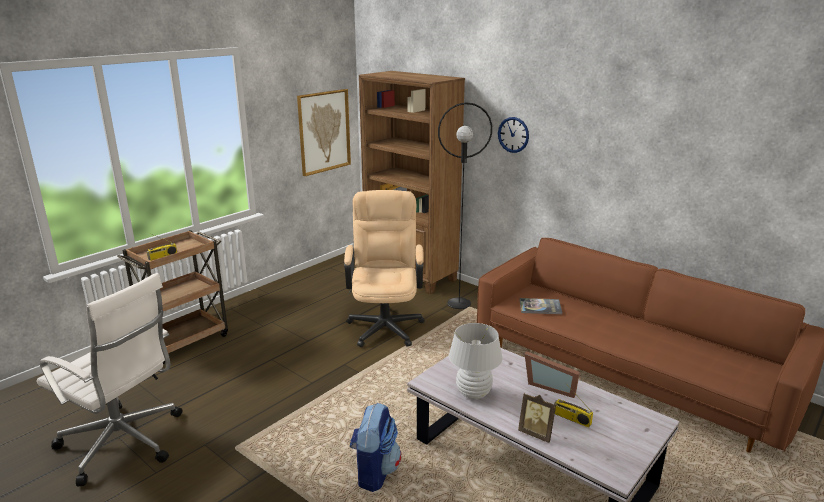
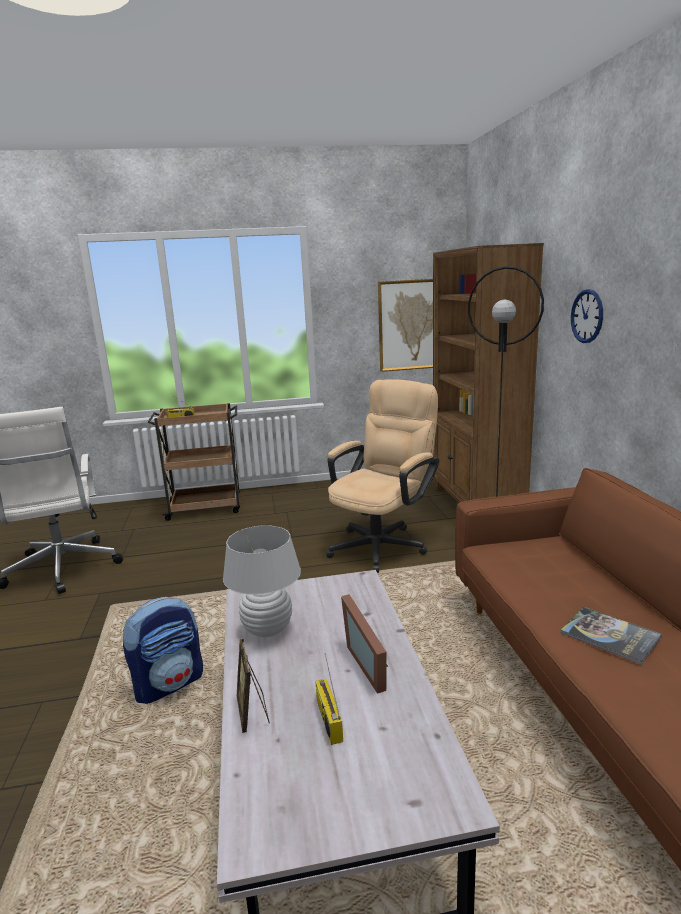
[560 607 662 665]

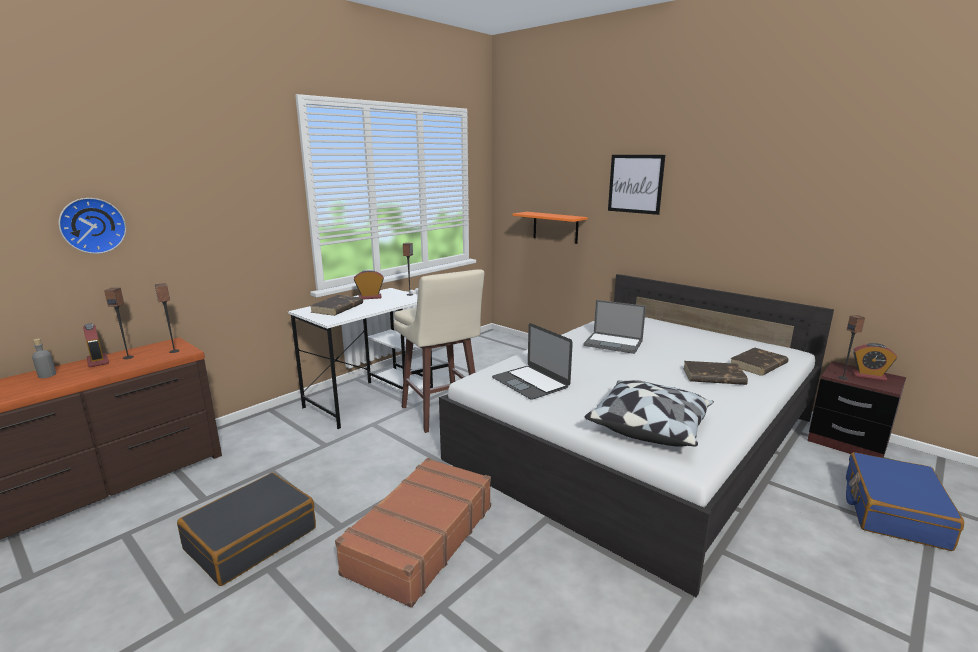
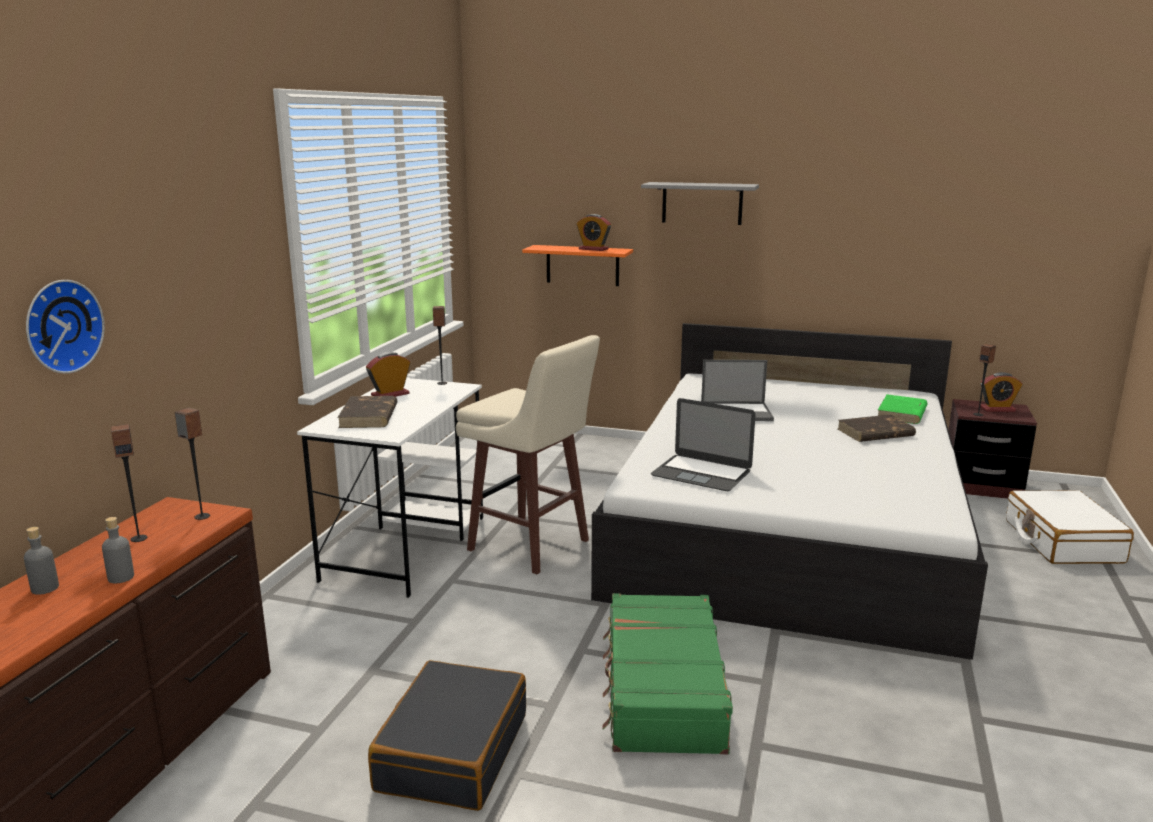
[102 517 134 583]
[577 214 611 251]
[602 593 733 754]
[641 182 759 225]
[878 394 928 424]
[1006 490 1134 564]
[584 380 714 447] (first image)

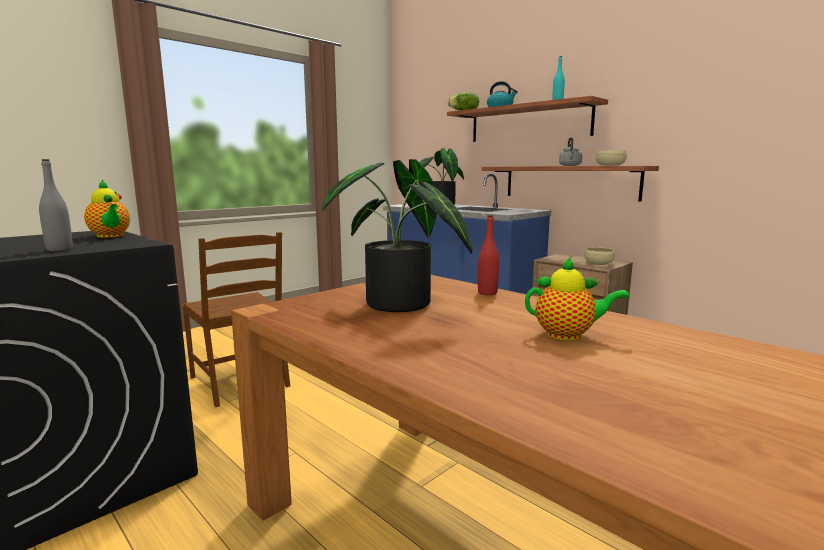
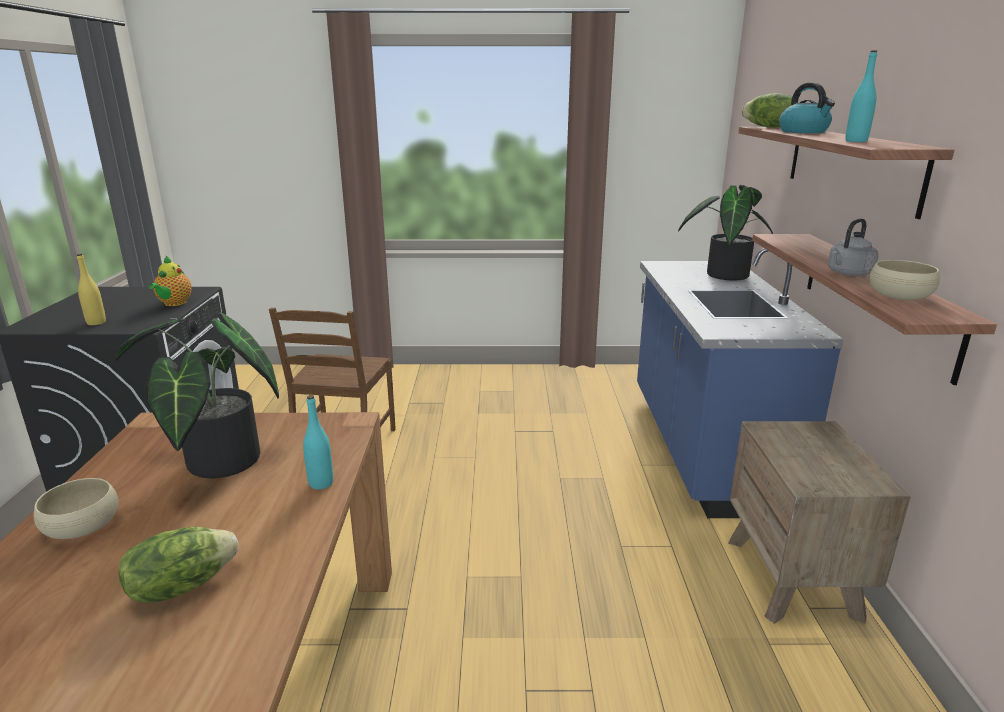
[34 478 118 539]
[77 254 106 325]
[118 527 238 603]
[303 395 333 489]

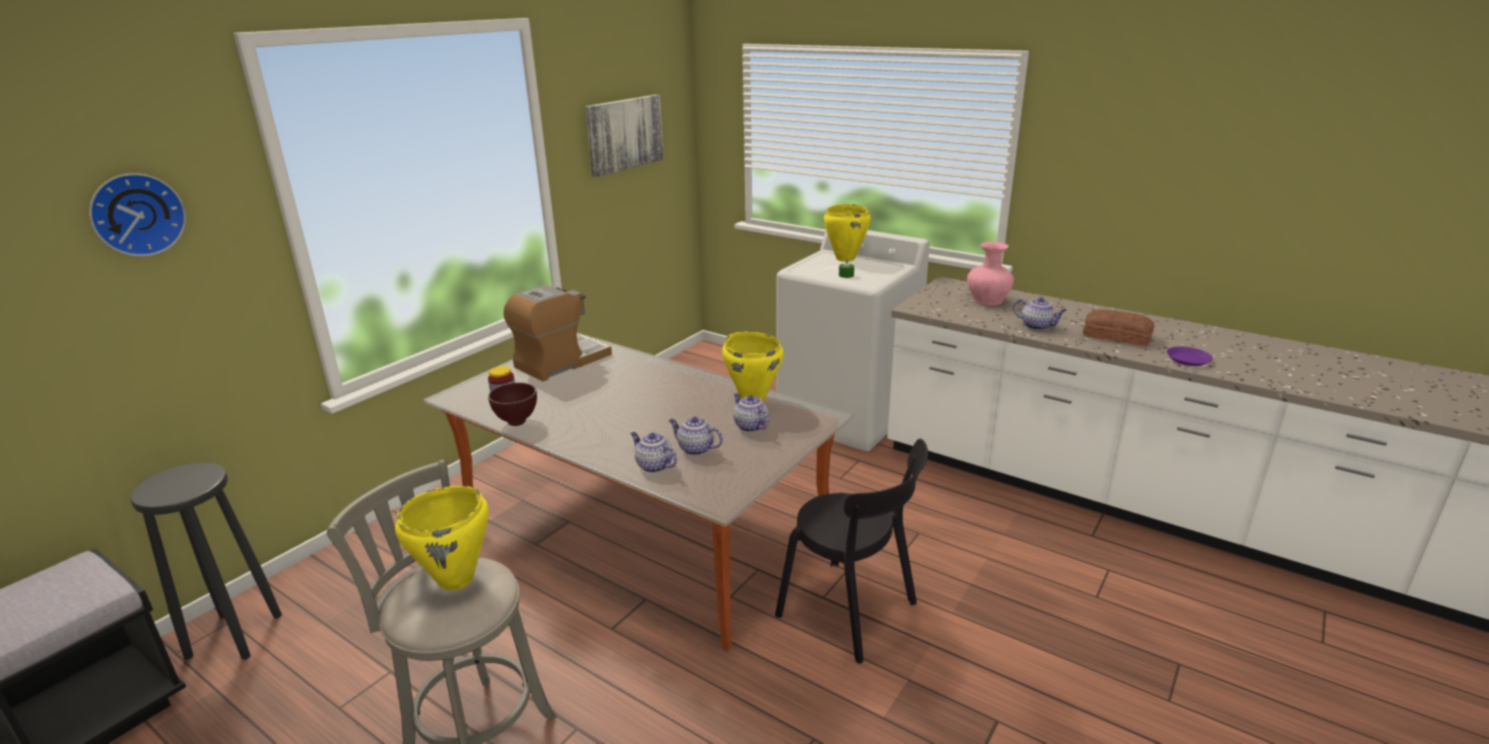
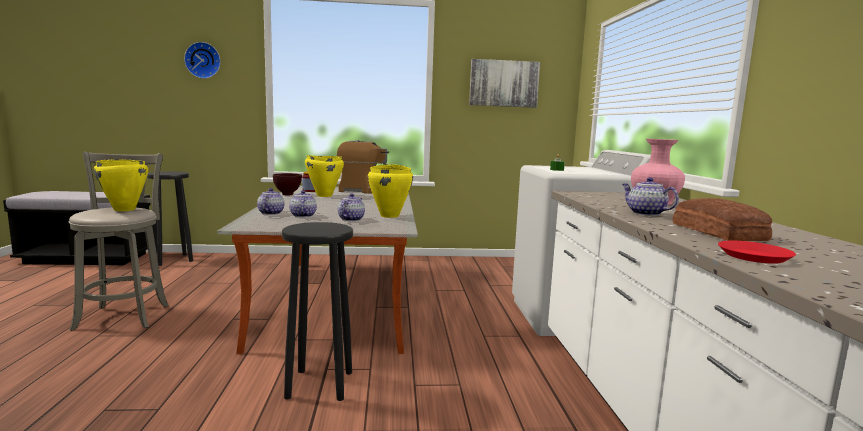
[282 222 353 401]
[305 155 344 197]
[622 177 679 216]
[718 241 796 264]

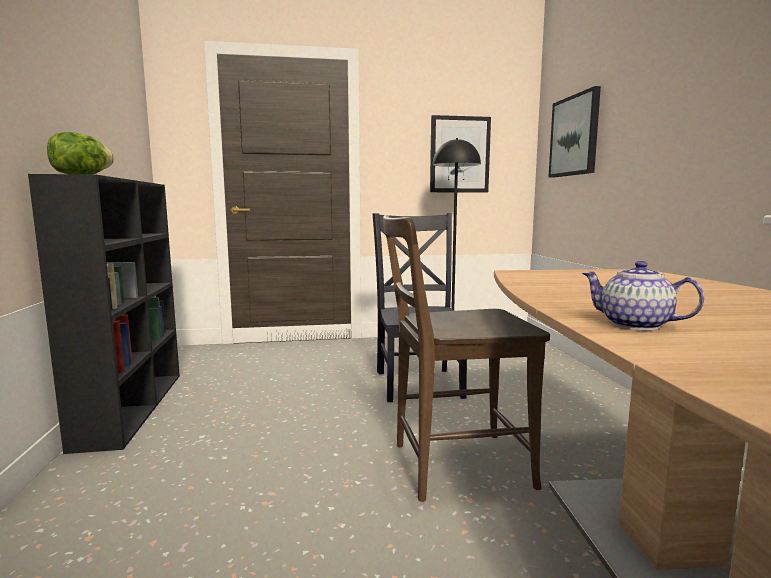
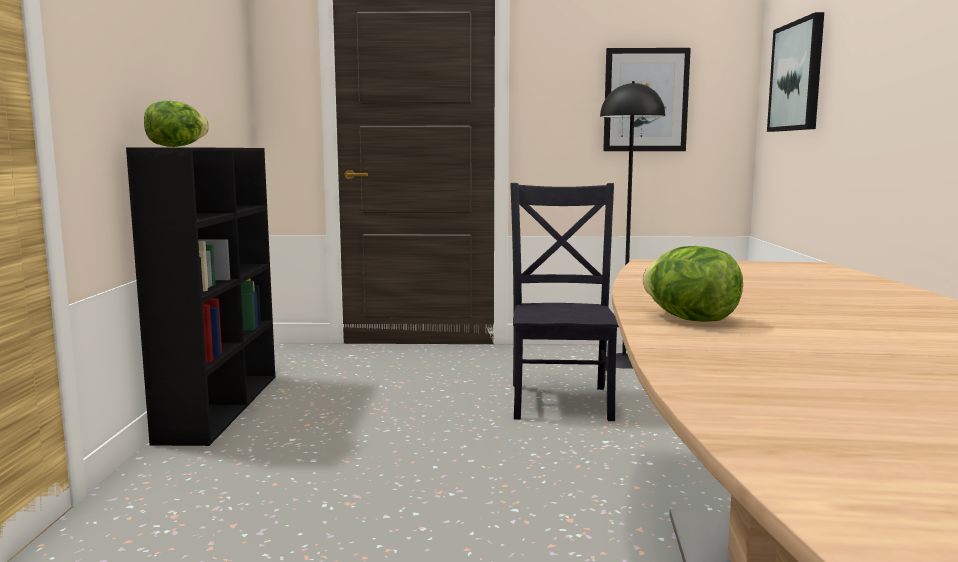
[642 246 743 322]
[383 215 550 502] (first image)

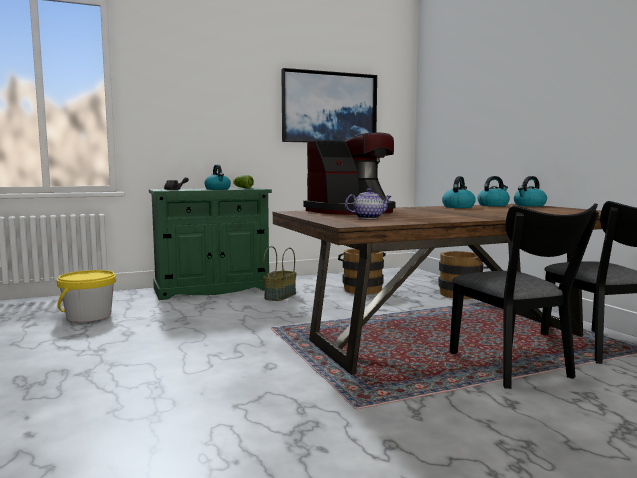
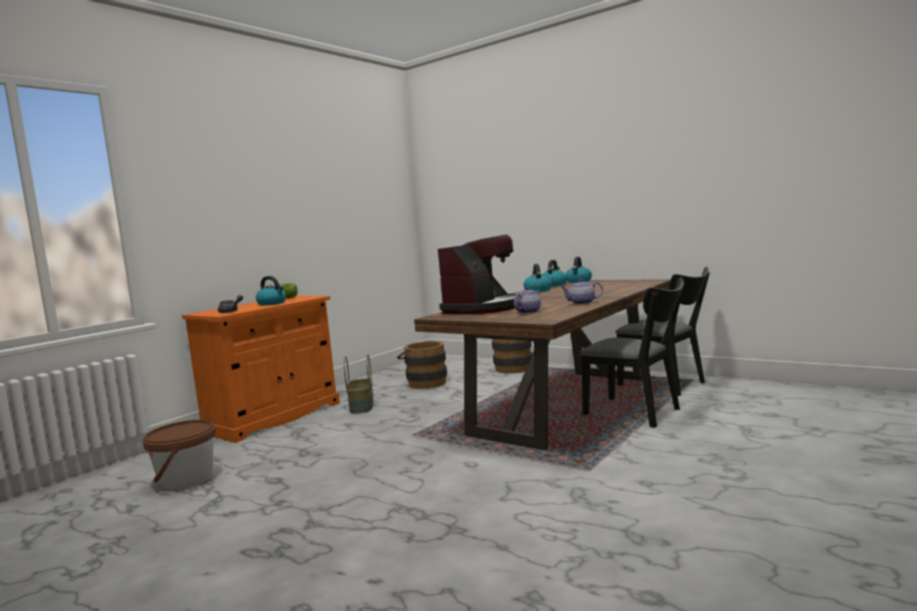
[143 420 216 490]
[182 296 340 443]
[561 279 603 304]
[281 68 377 142] (first image)

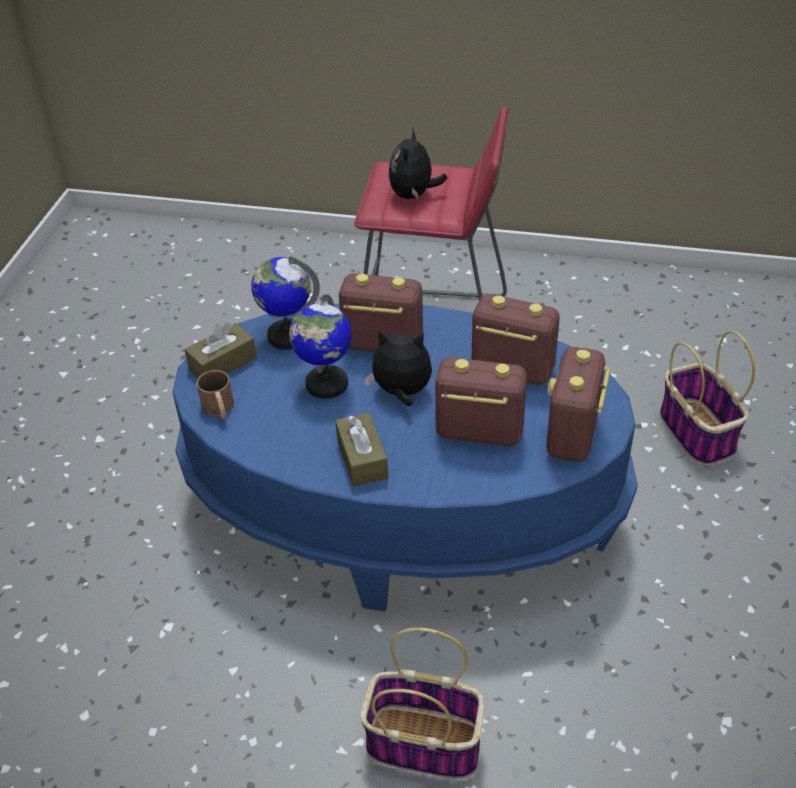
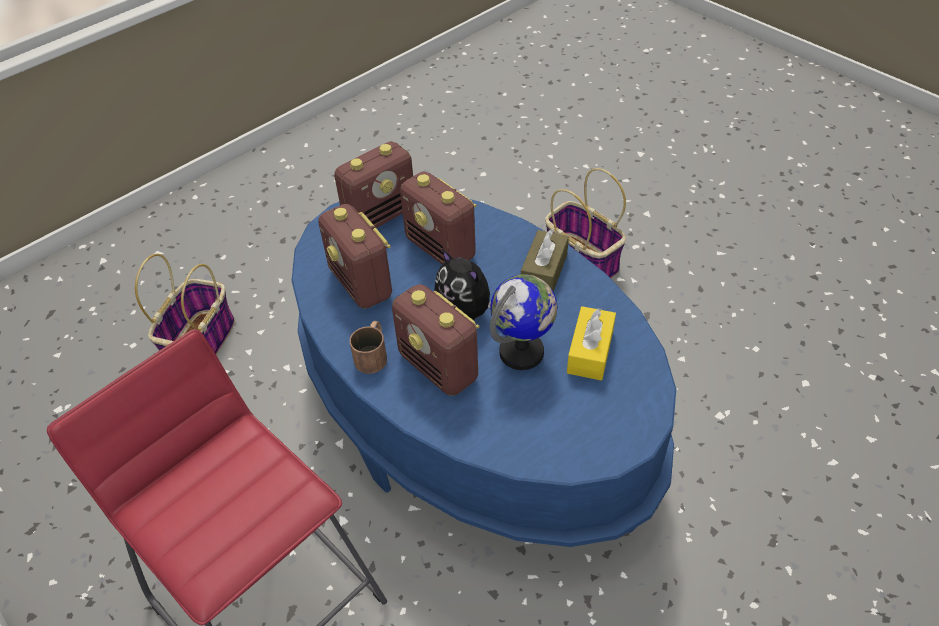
[350 321 387 374]
[567 306 616 381]
[184 322 257 378] (first image)
[251 256 320 349] (first image)
[388 127 447 199] (first image)

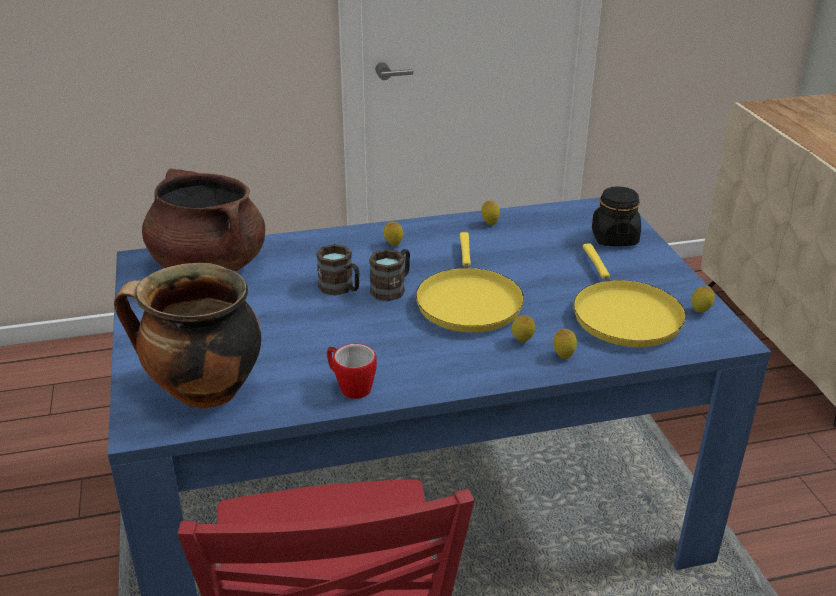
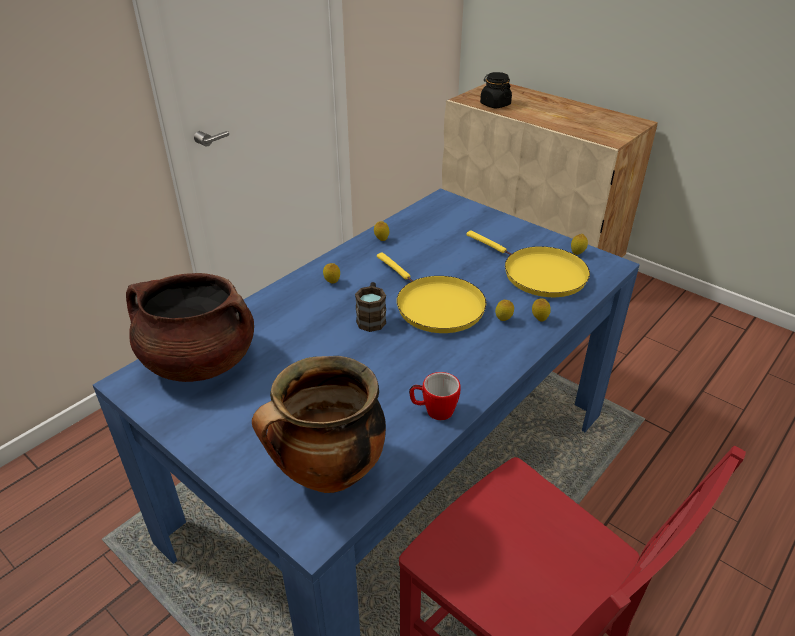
[480 72 512 108]
[316 244 359 296] (first image)

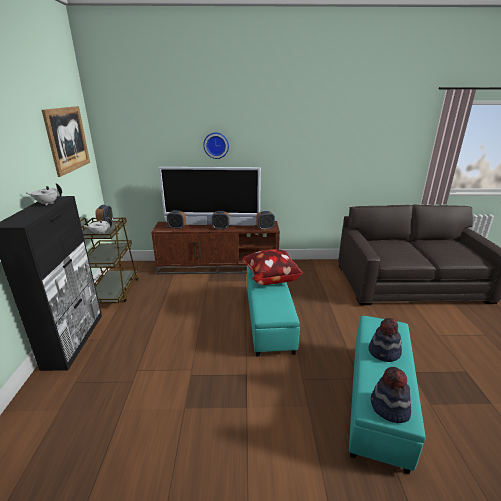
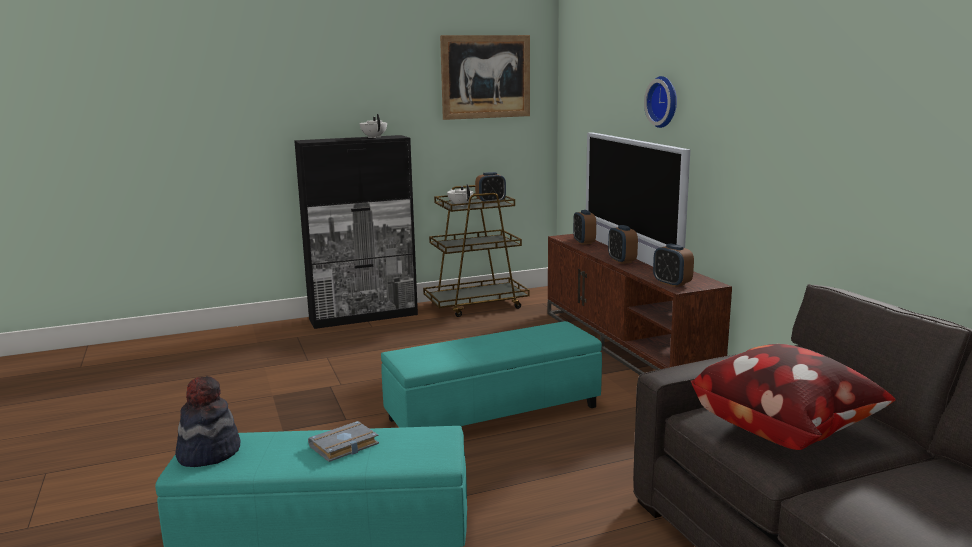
[308 421 379 462]
[690 344 895 450]

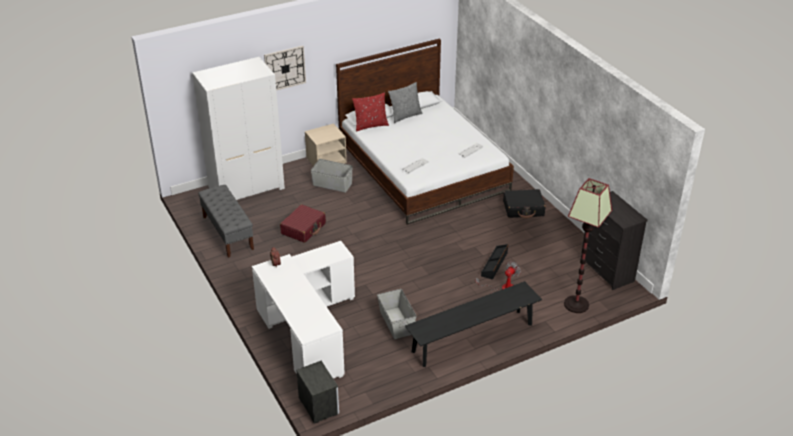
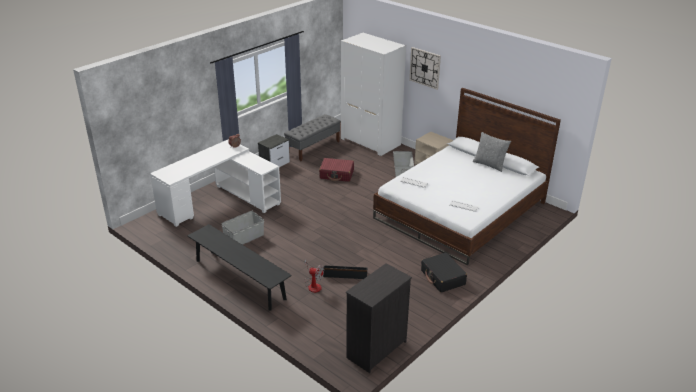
[258 134 290 167]
[352 92 389 131] (first image)
[564 178 612 313] (first image)

